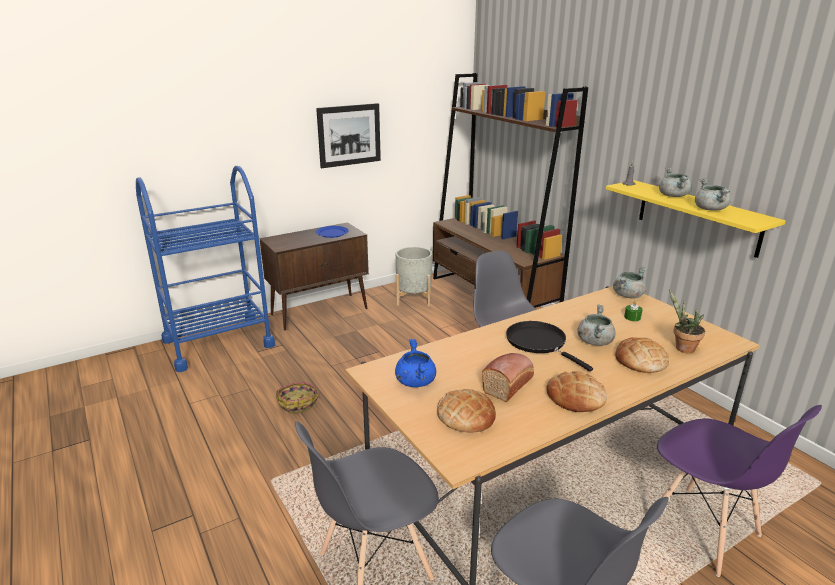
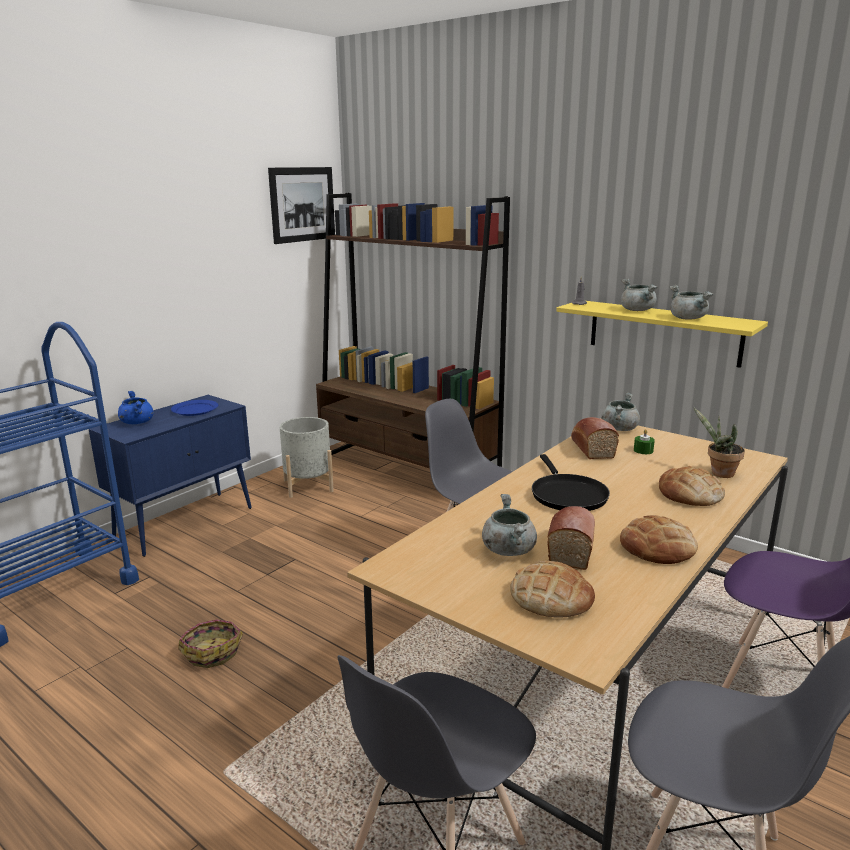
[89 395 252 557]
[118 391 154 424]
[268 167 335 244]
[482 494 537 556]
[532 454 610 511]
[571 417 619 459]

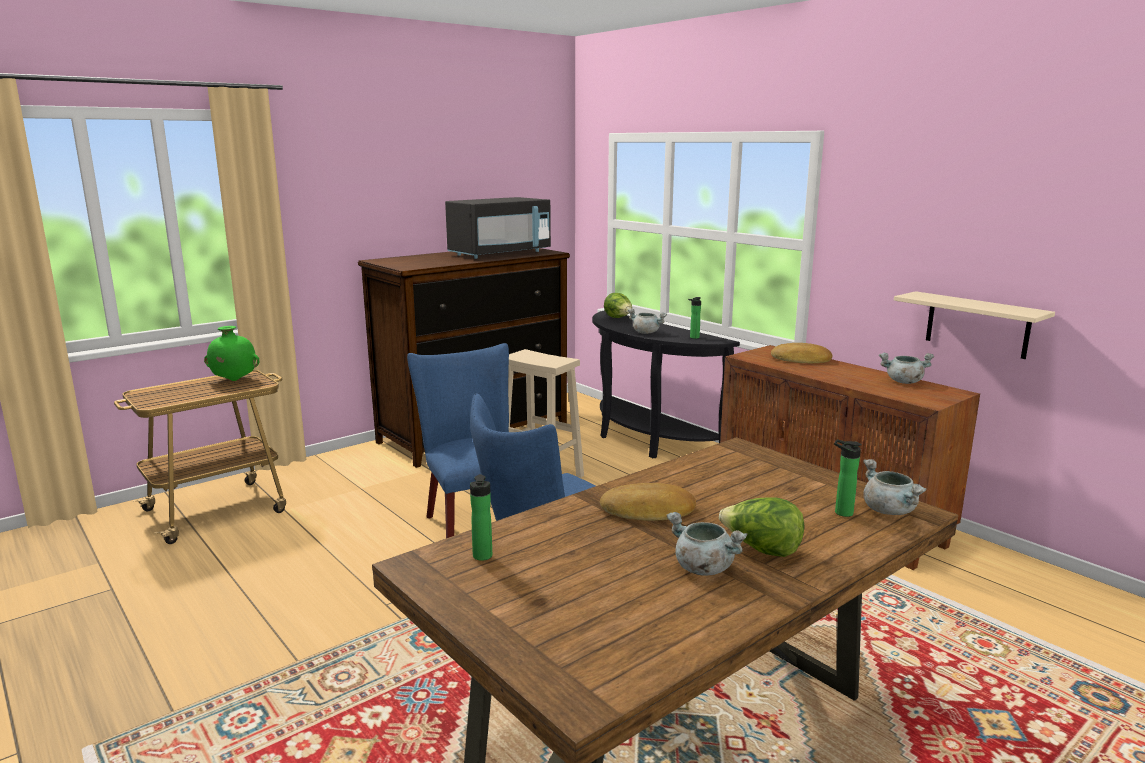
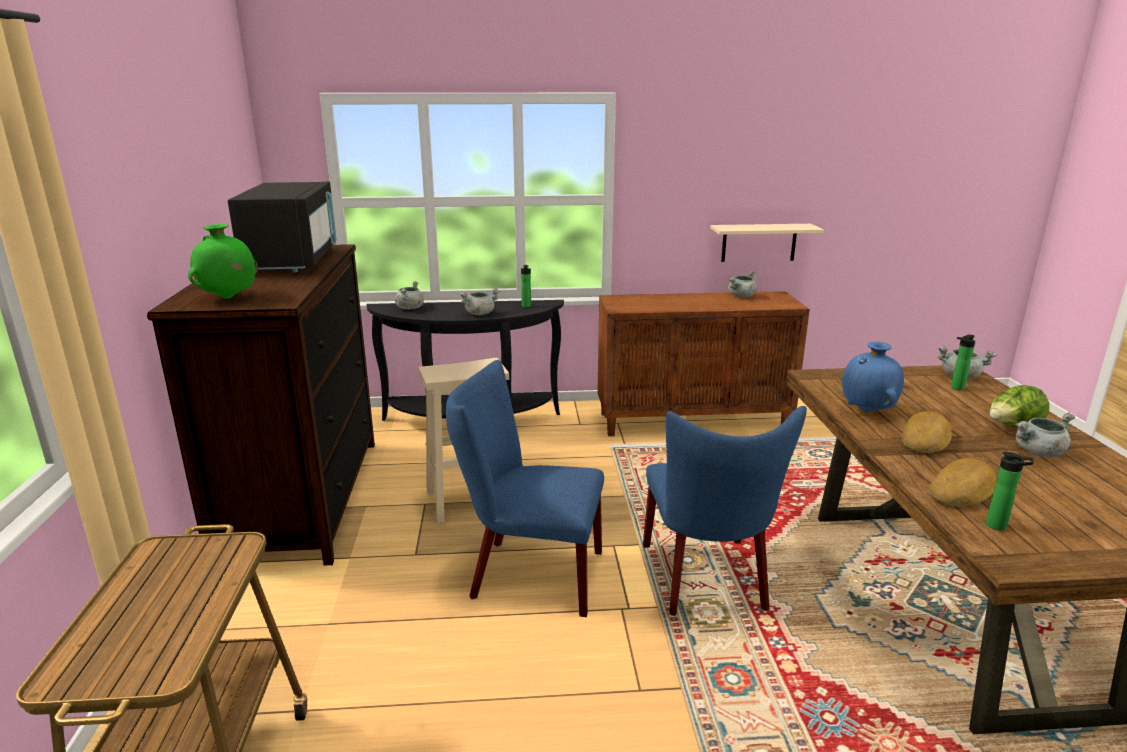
[188 224 258 299]
[395 281 424 309]
[842 342 904 412]
[929 458 996 506]

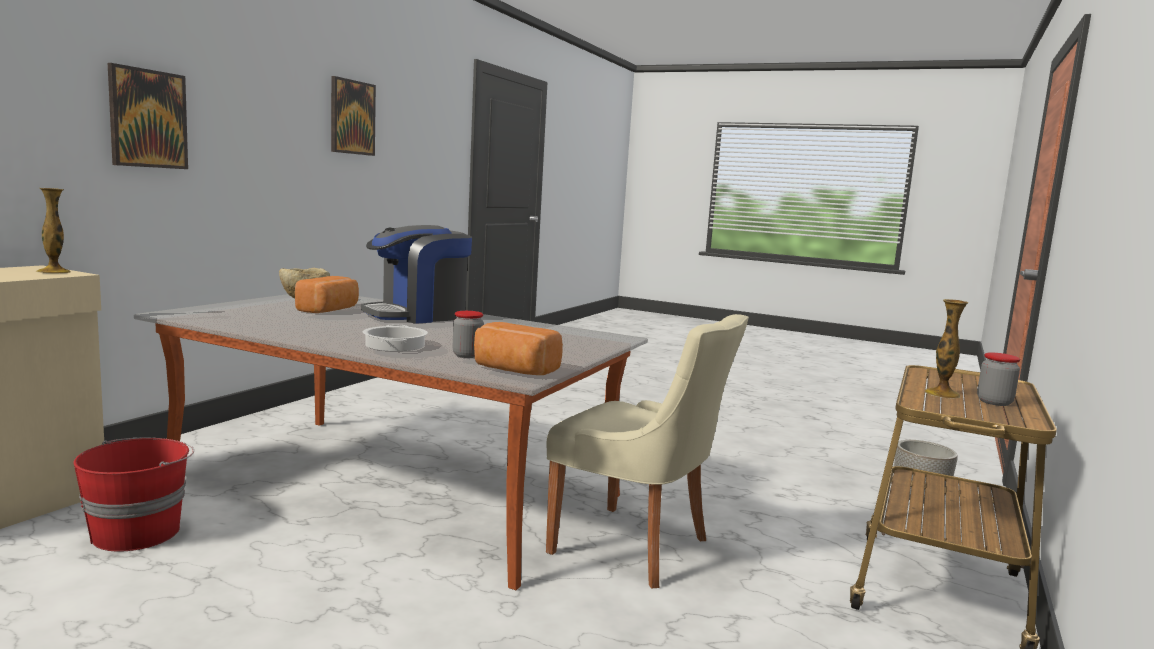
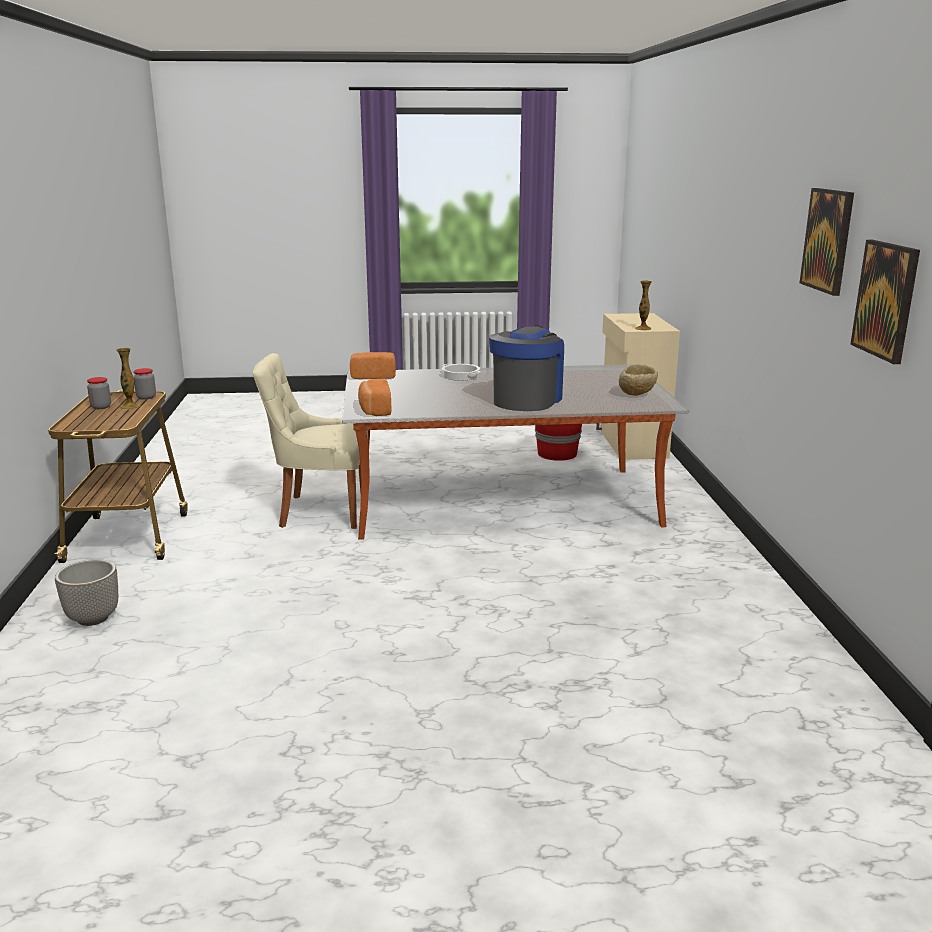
[133 368 156 400]
[358 379 392 416]
[850 240 920 364]

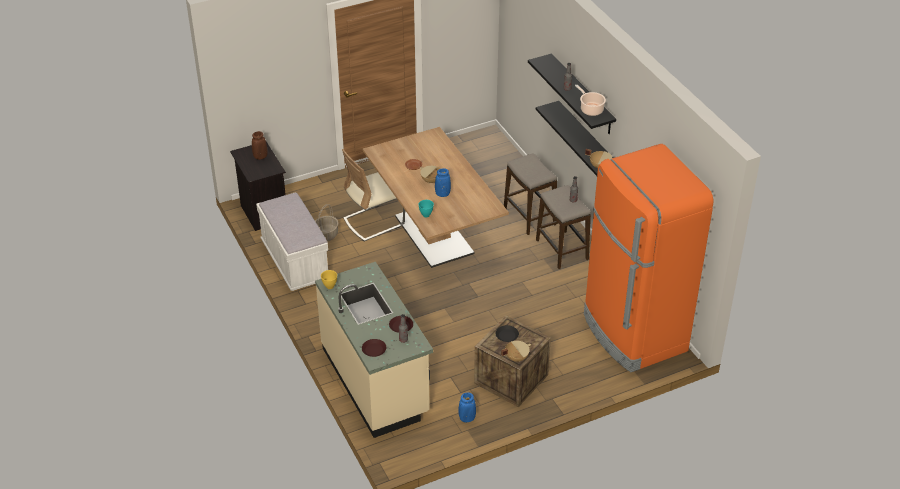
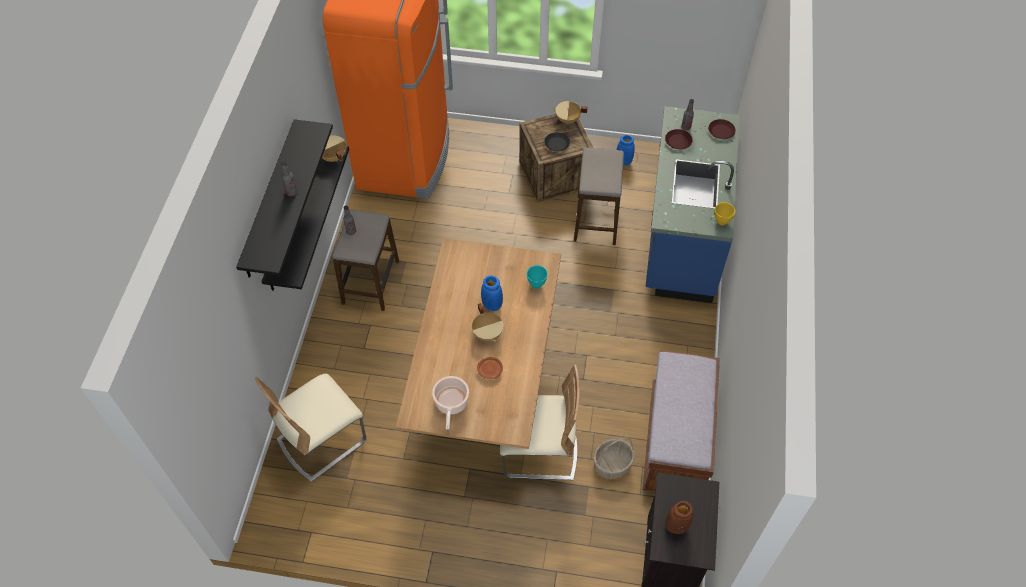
[255 374 366 482]
[432 376 469 429]
[574 148 624 245]
[643 350 720 492]
[646 106 739 303]

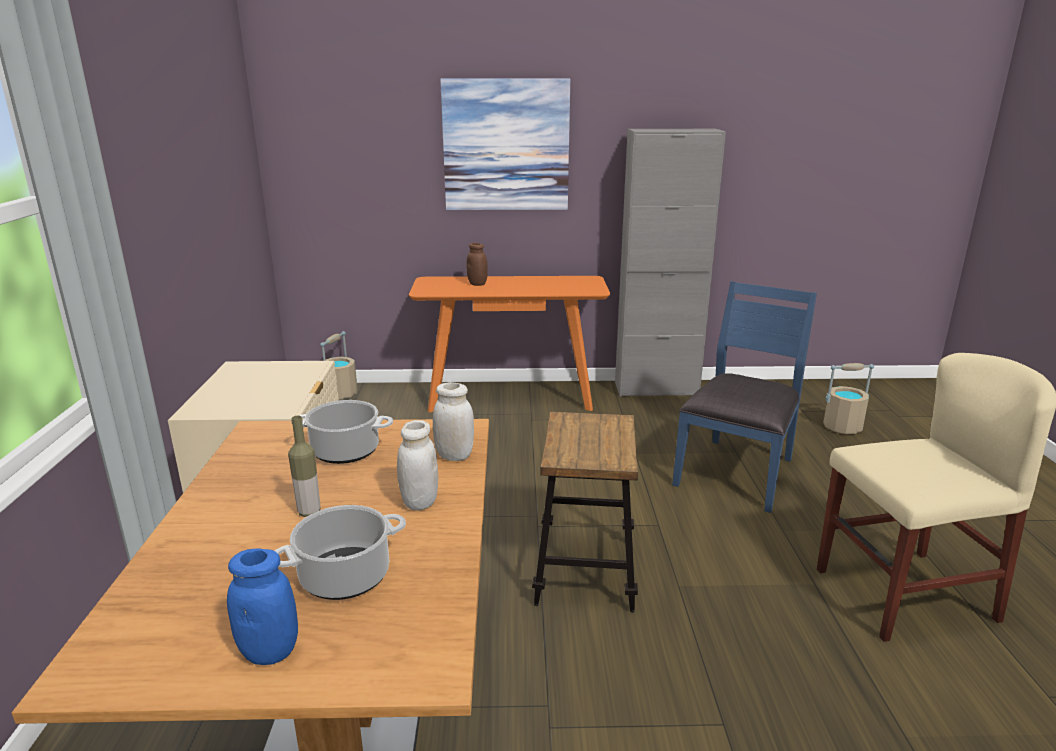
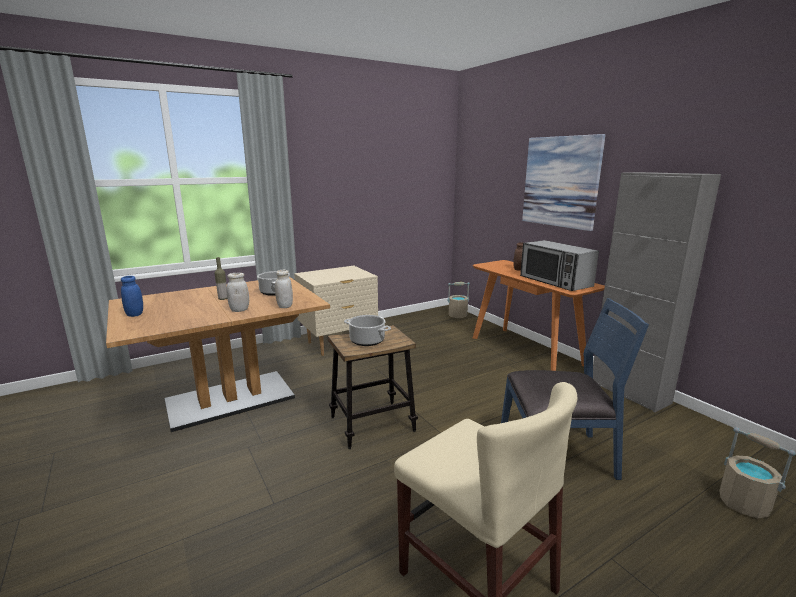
[344 315 391 346]
[520 240 599 291]

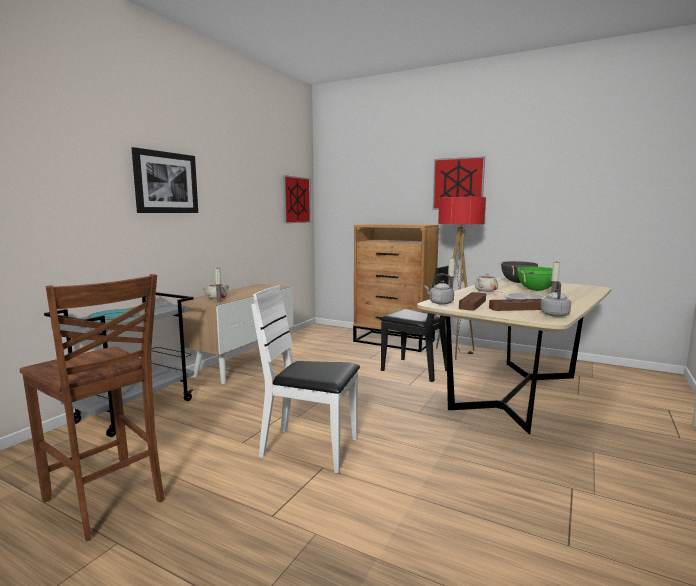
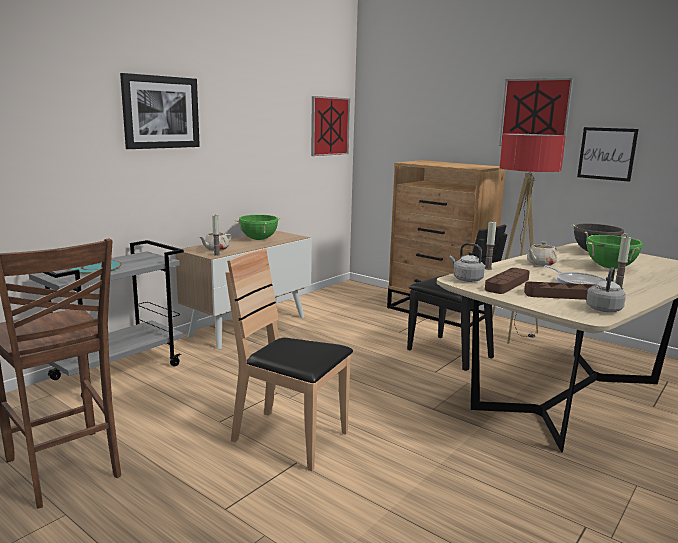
[225 248 353 471]
[235 215 282 240]
[577 127 639 182]

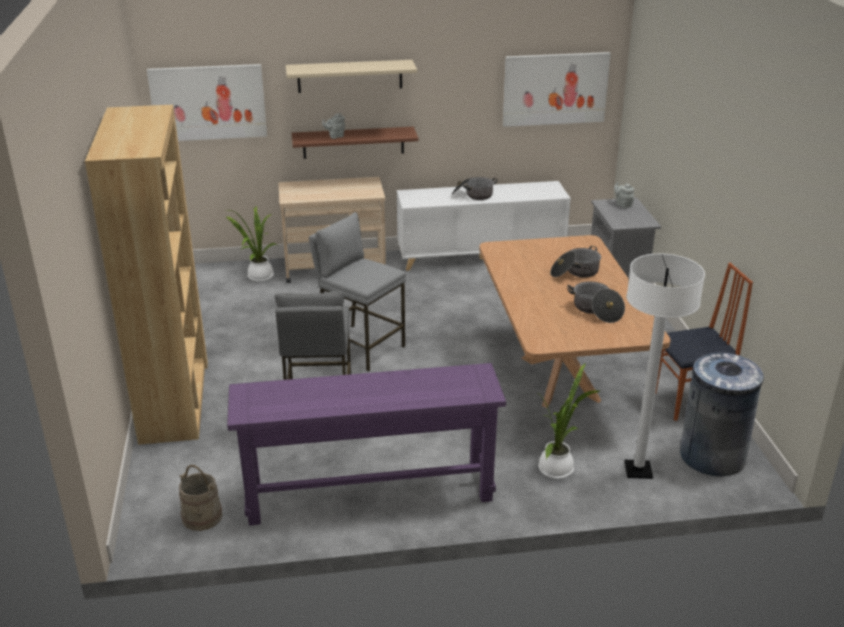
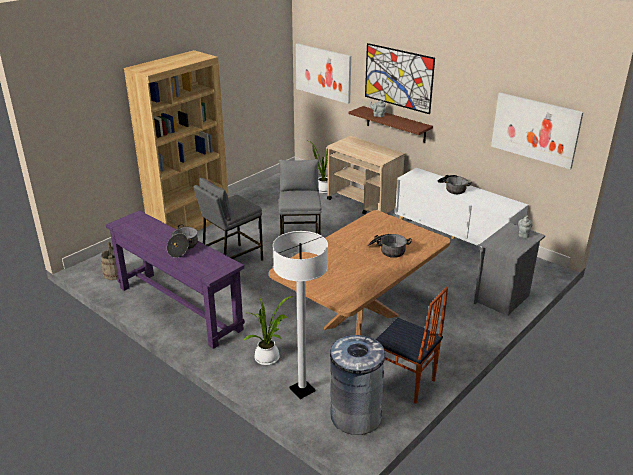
[167 224 198 258]
[365 43 435 114]

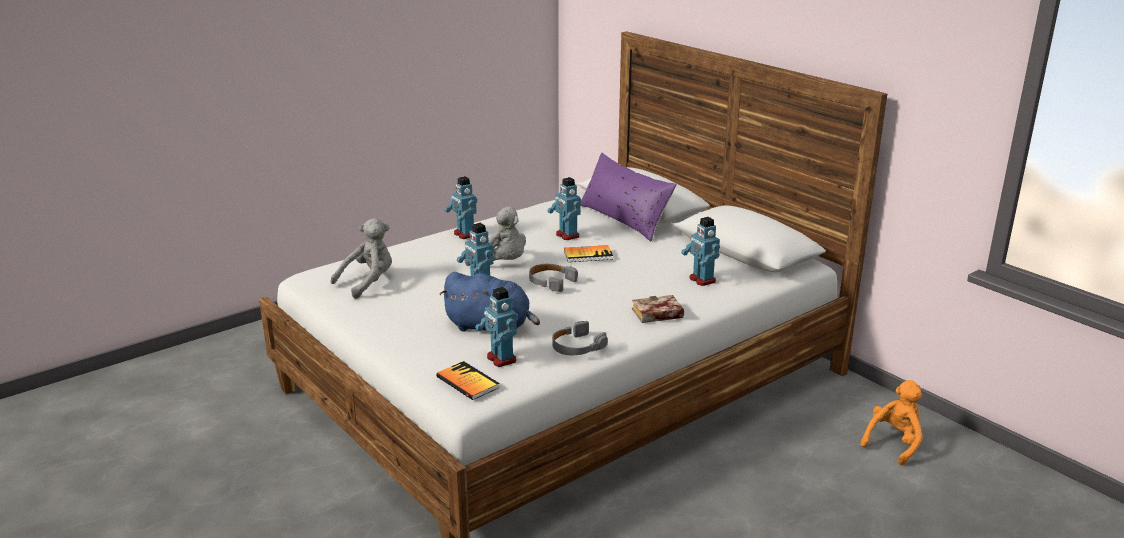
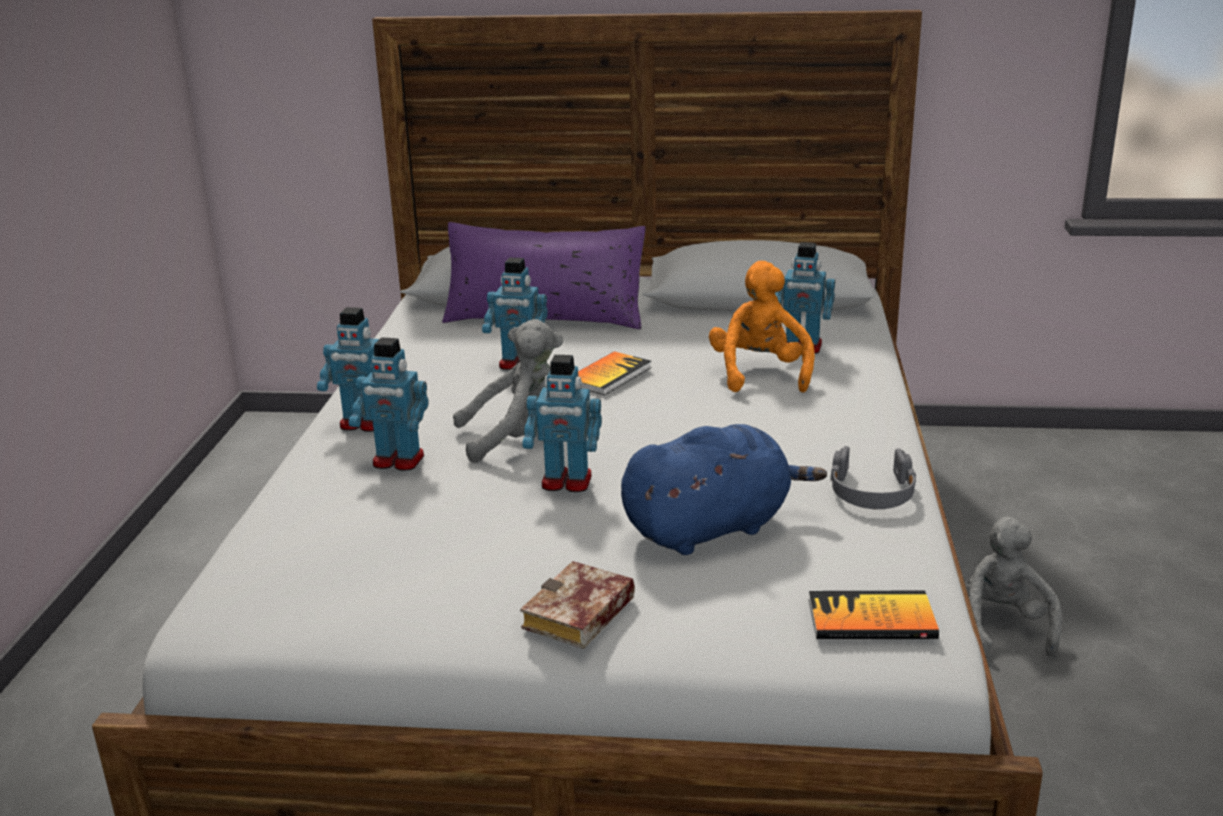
[349 337 428 471]
[520 561 635 649]
[709 261 815 393]
[964 517 1062 656]
[529 264 578 292] (first image)

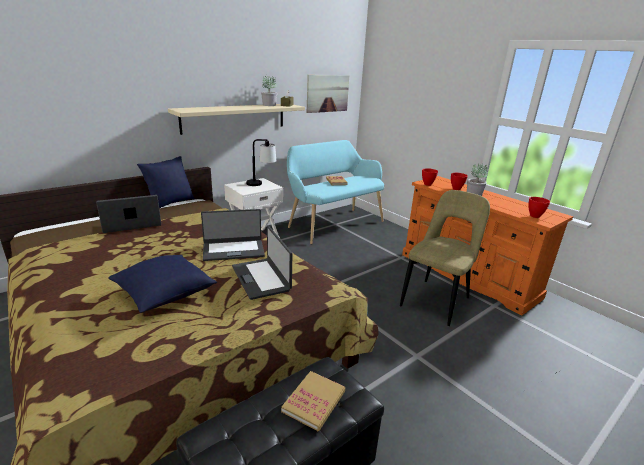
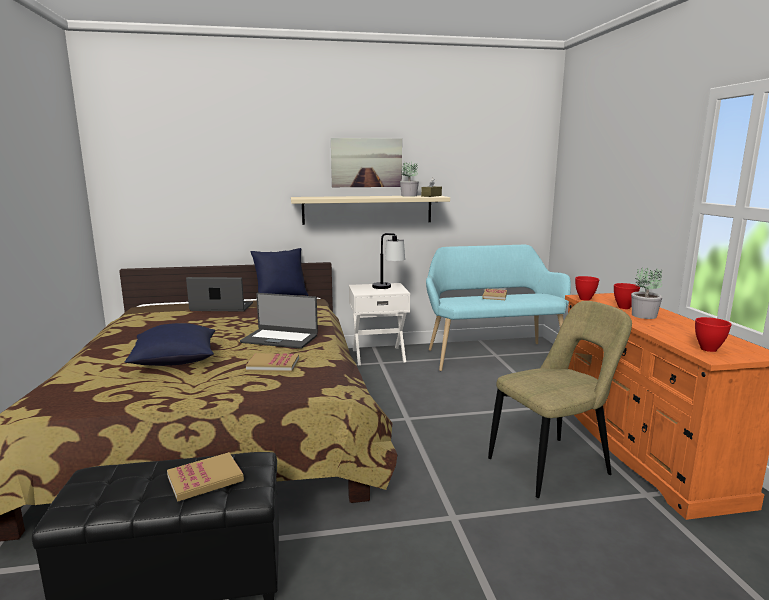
[246 353 299 372]
[331 138 402 187]

